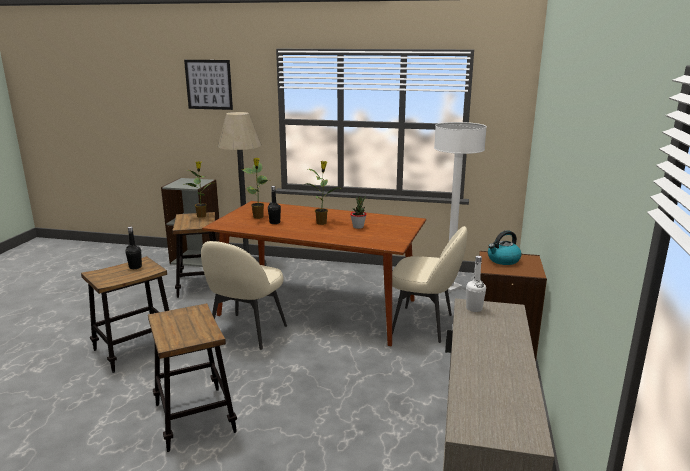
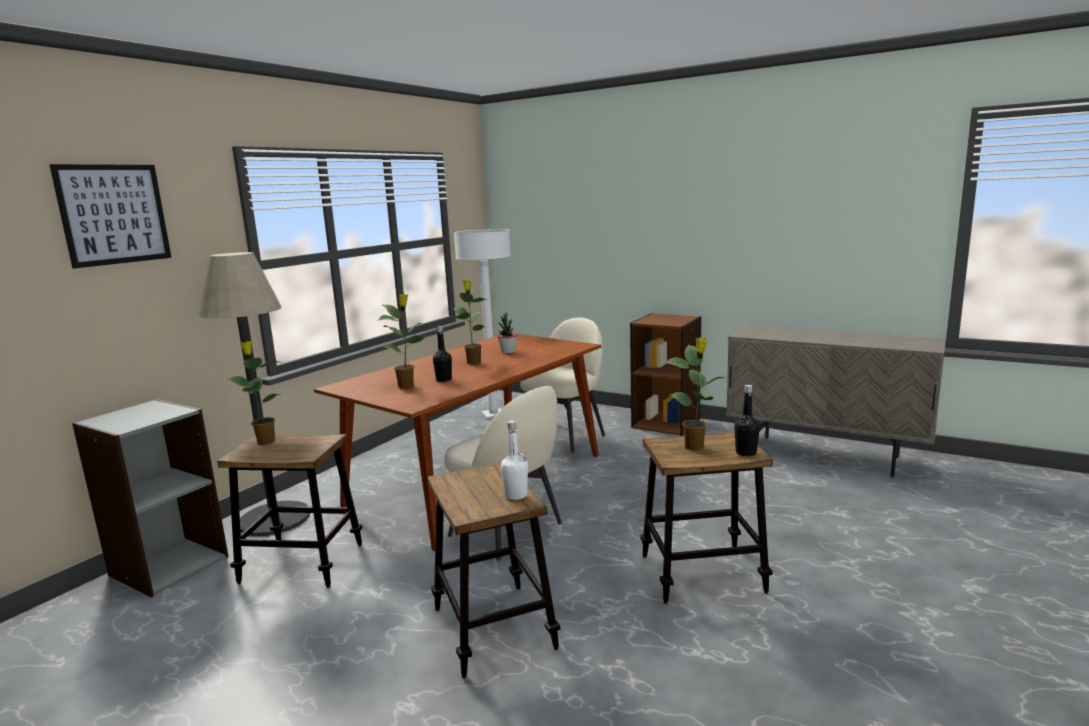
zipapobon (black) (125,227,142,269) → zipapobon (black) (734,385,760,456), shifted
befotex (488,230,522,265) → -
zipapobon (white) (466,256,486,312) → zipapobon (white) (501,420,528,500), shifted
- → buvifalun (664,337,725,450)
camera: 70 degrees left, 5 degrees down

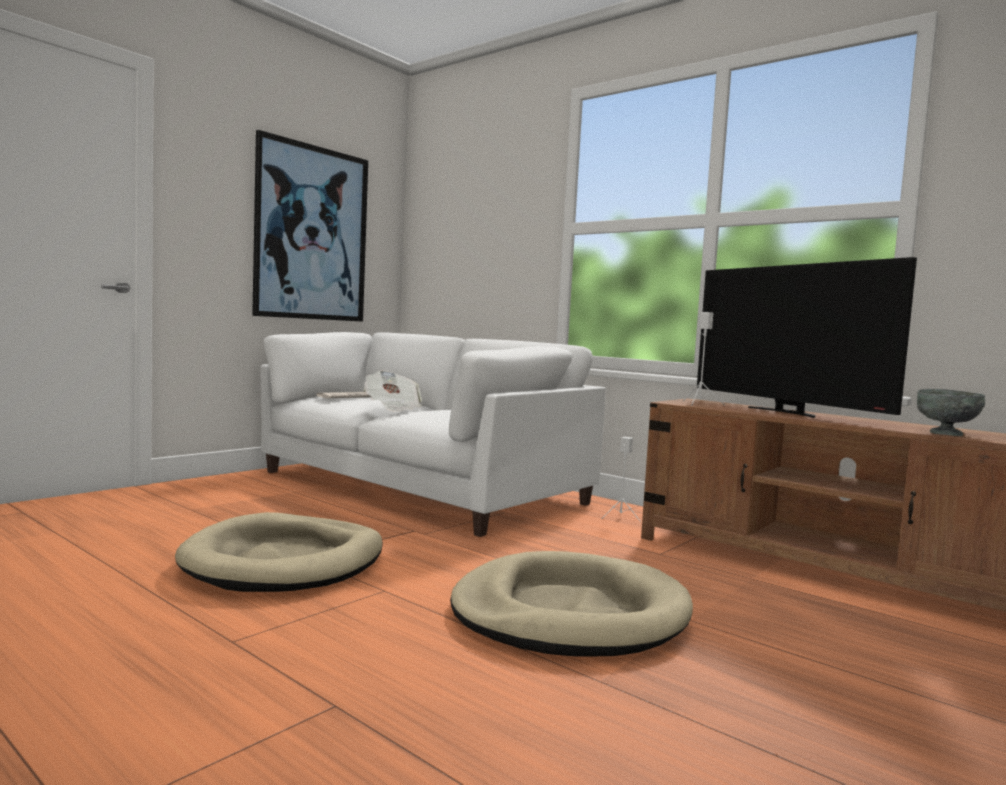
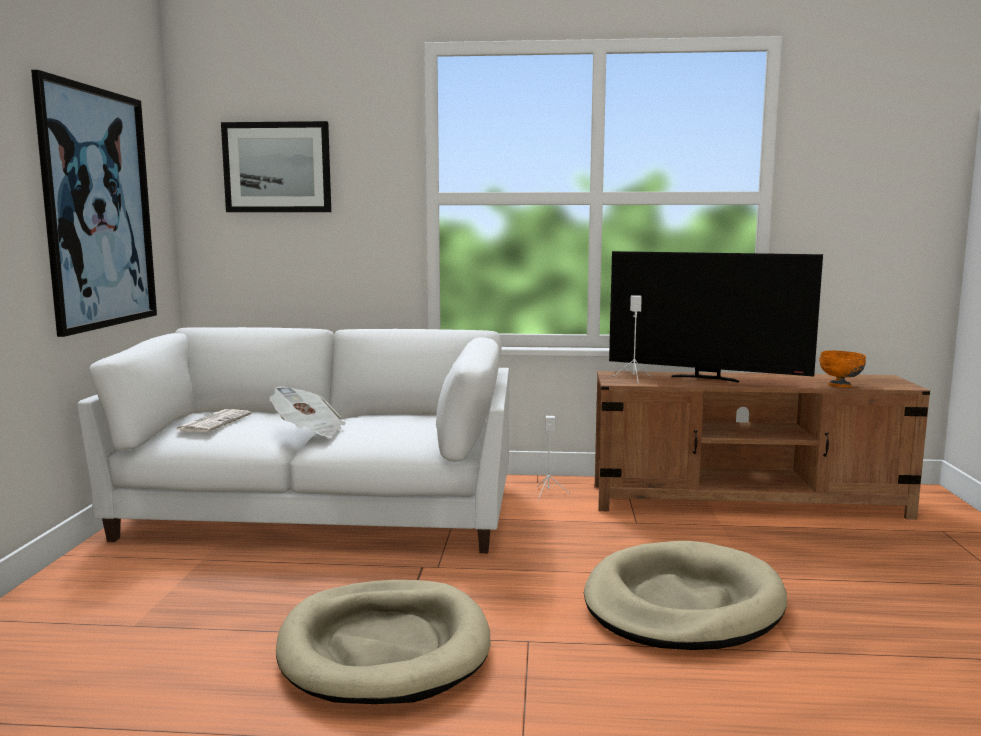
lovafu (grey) (917,389,986,436) → lovafu (orange) (820,350,866,387)
- → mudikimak (221,121,331,212)
camera: 35 degrees left, 5 degrees up

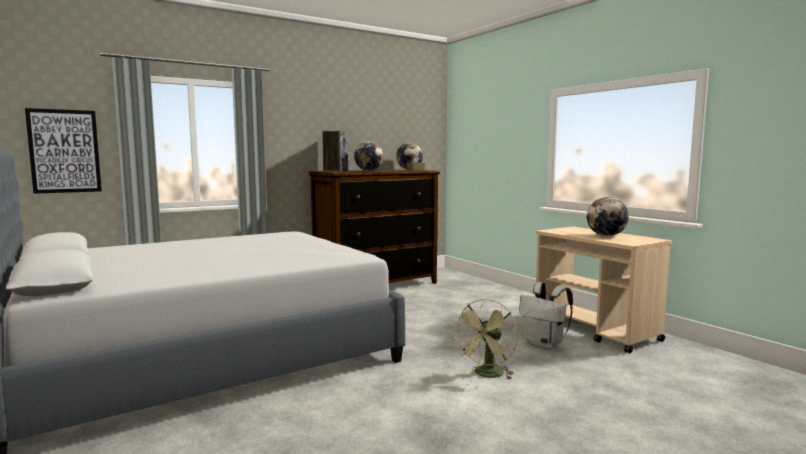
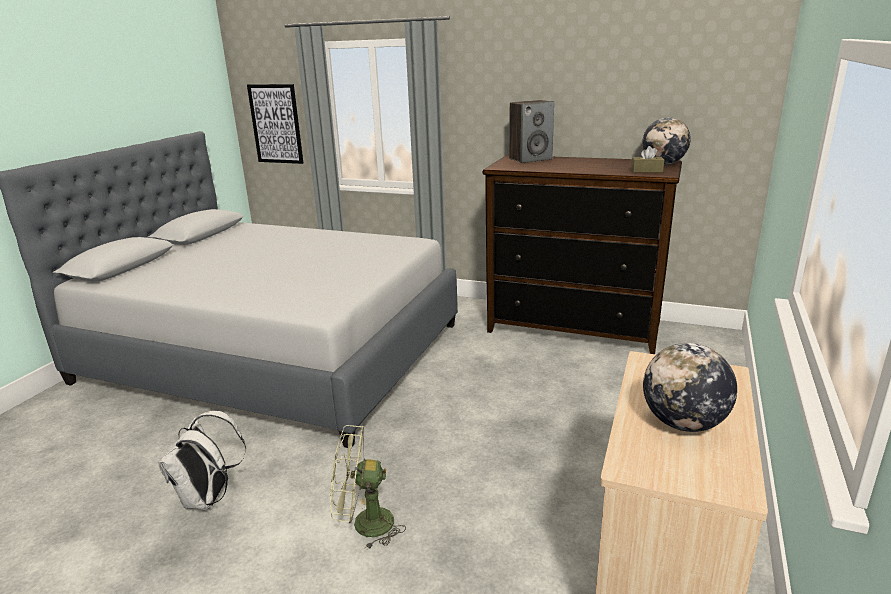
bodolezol (354,141,383,171) → -
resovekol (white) (519,282,573,349) → resovekol (white) (158,411,246,509), shifted
camera: 55 degrees right, 15 degrees up

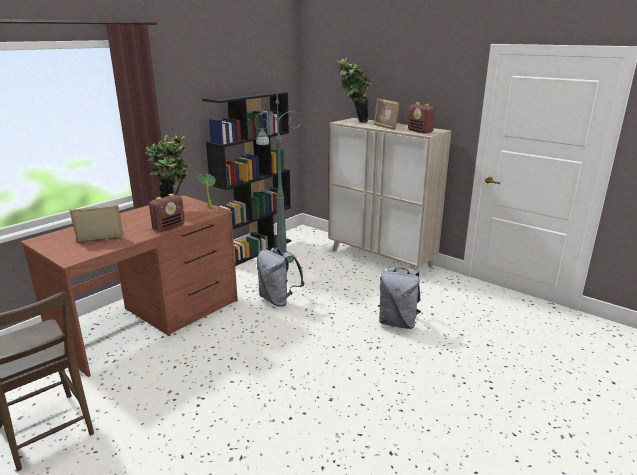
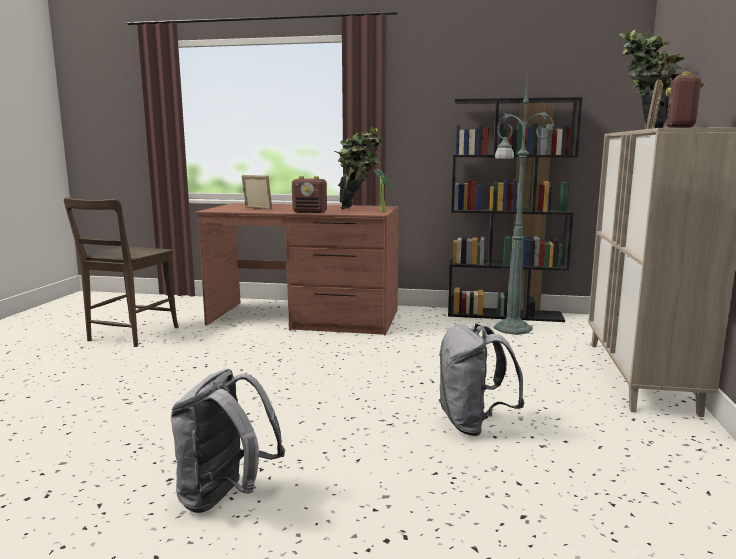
resovekol (grey) (257,248,305,307) → resovekol (grey) (171,369,285,513), shifted
camera: 60 degrees right, 10 degrees down

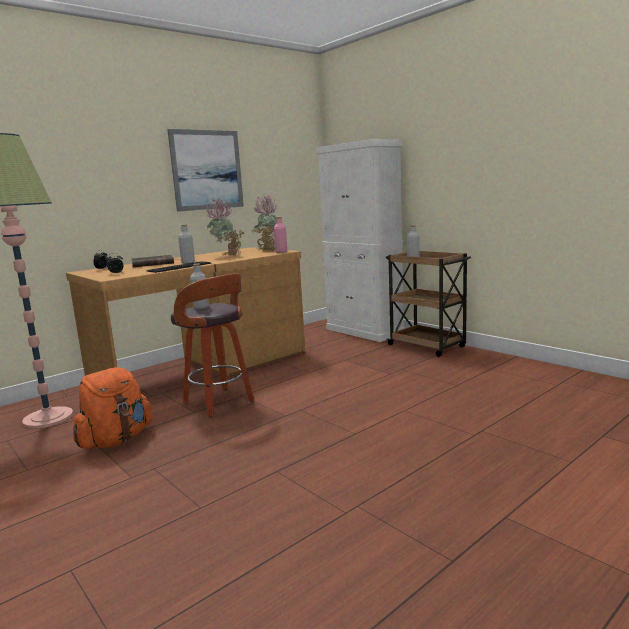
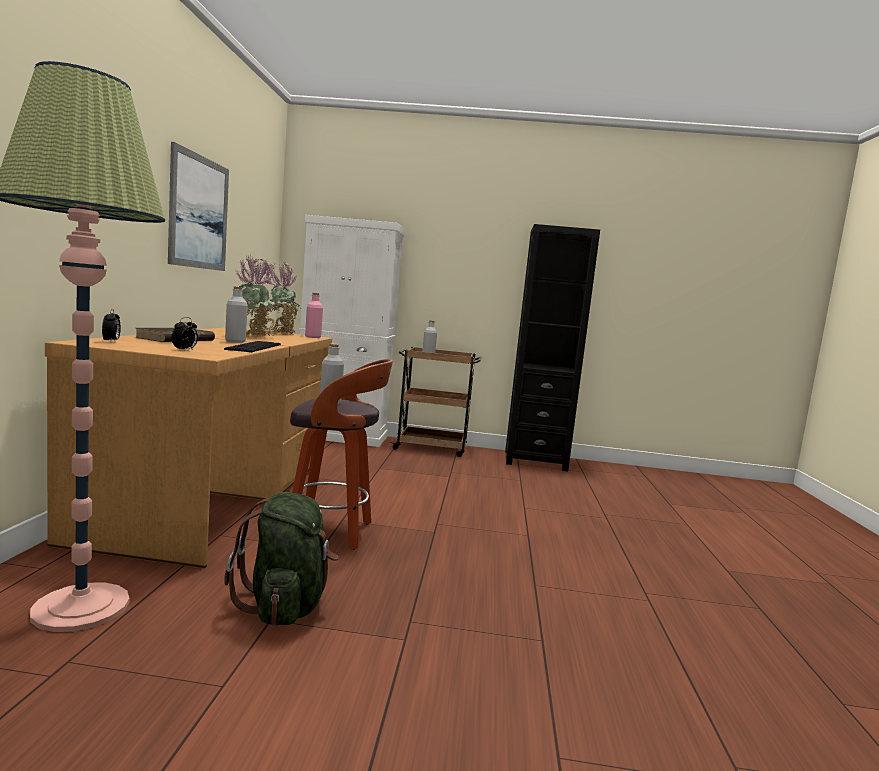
resovekol (orange) (73,367,153,449) → resovekol (green) (224,492,338,626)
- → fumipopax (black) (505,224,600,472)
camera: 45 degrees left, 5 degrees down

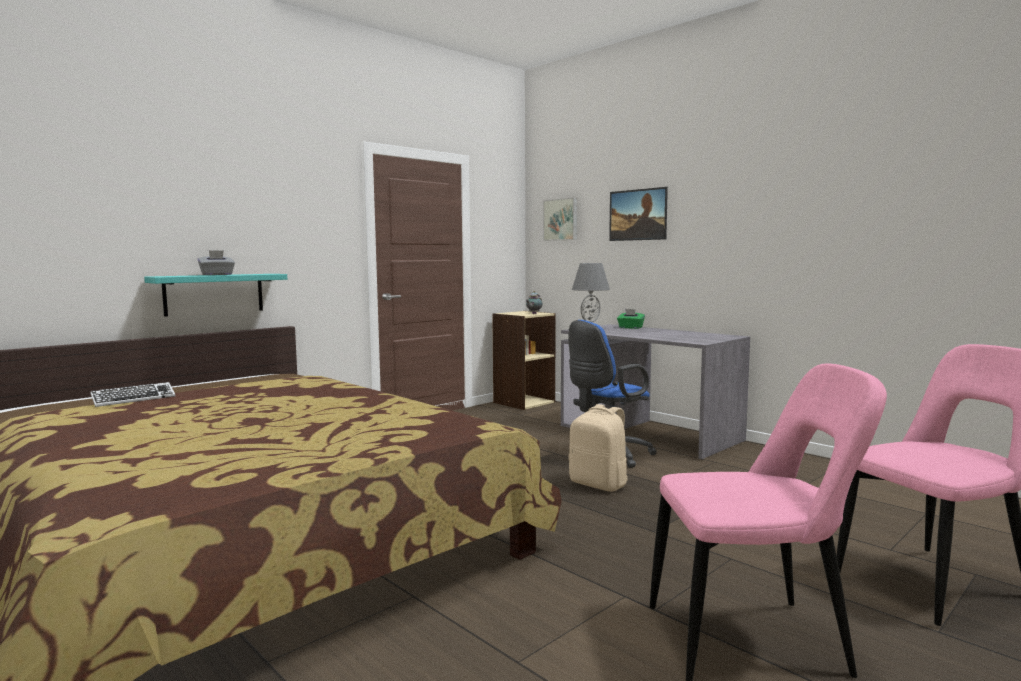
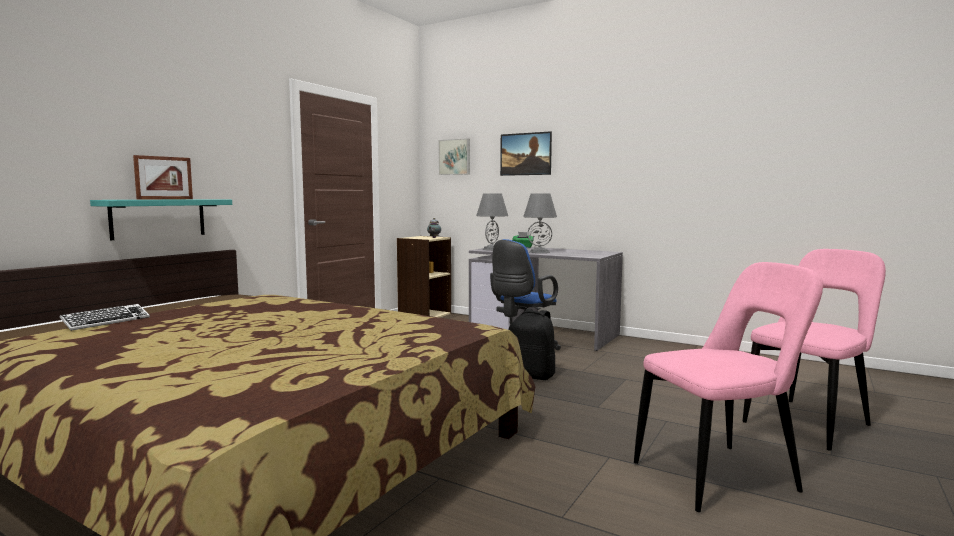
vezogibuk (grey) (198,250,235,275) → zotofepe (133,155,193,200)
resovekol (beige) (568,404,628,492) → resovekol (black) (509,309,555,380)
- → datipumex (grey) (523,193,557,253)
camera: 15 degrees left, 0 degrees up

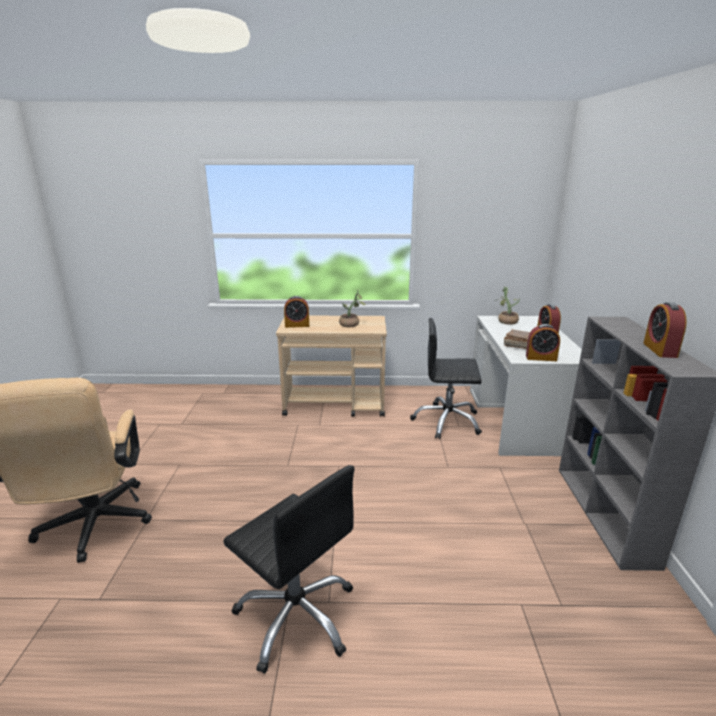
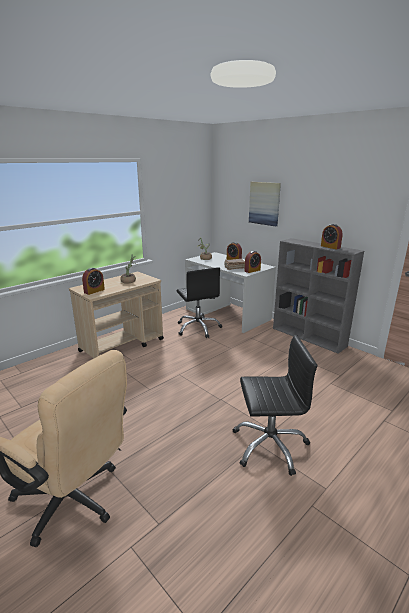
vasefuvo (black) (410,318,482,439) → vasefuvo (black) (177,267,222,338), 75 degrees counterclockwise
- → mudikimak (249,182,281,226)
camera: 45 degrees left, 0 degrees up

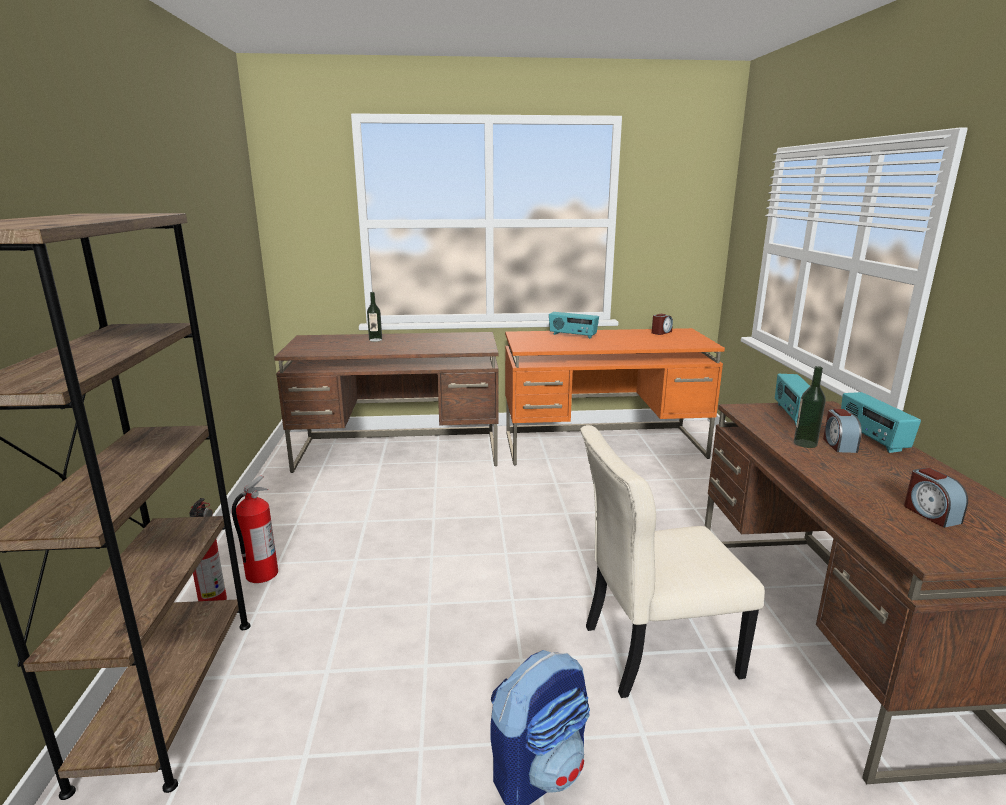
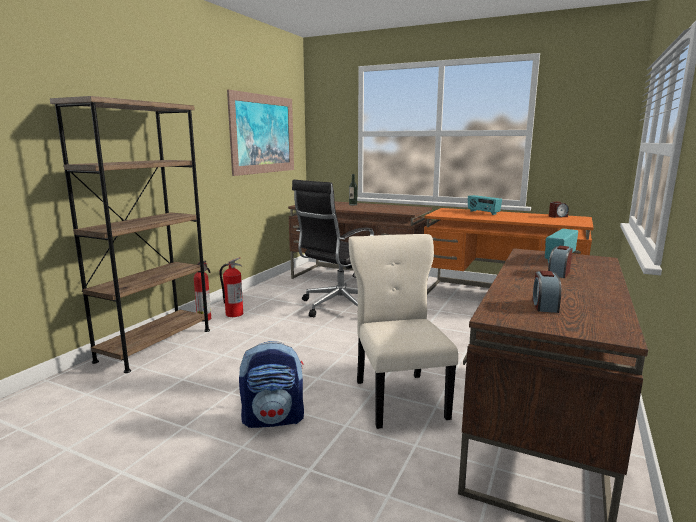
zipapobon (794,366,826,448) → -
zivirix (841,392,921,453) → -
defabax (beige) (580,425,765,698) → defabax (beige) (349,234,458,429), 60 degrees clockwise
- → mudikimak (227,90,294,176)
- → vasefuvo (black) (292,180,374,317)
camera: 30 degrees right, 5 degrees down

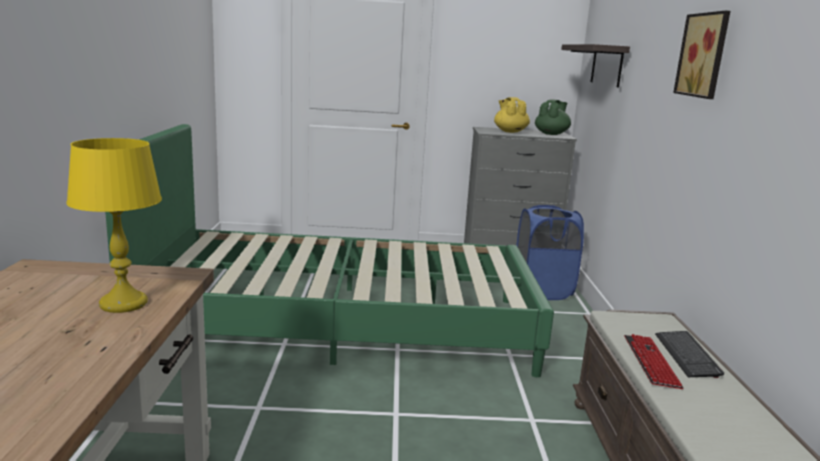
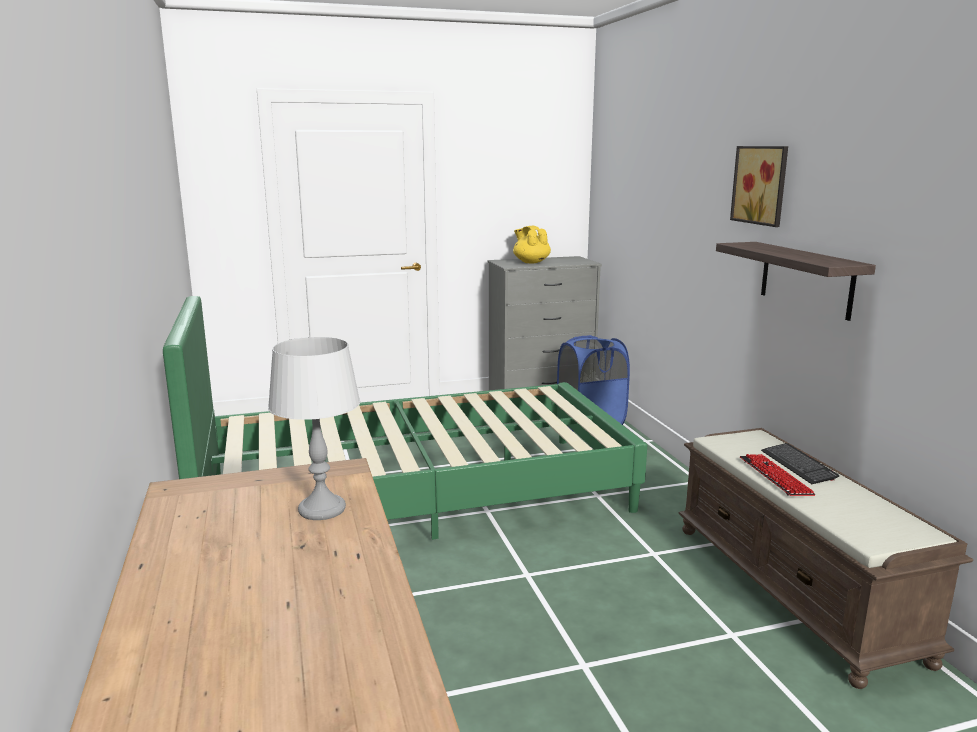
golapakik (561,44,630,87) → golapakik (716,242,876,321), shifted
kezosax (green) (535,100,571,135) → -
datipumex (yellow) (66,138,162,313) → datipumex (grey) (268,337,361,520)
camera: 15 degrees left, 0 degrees up

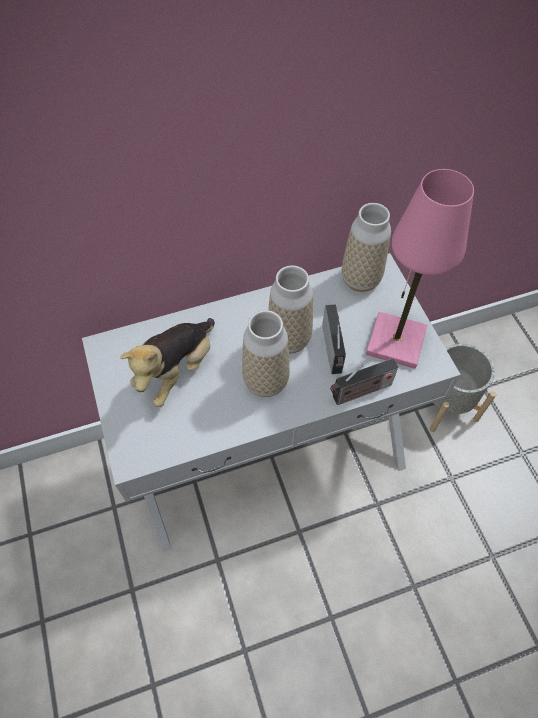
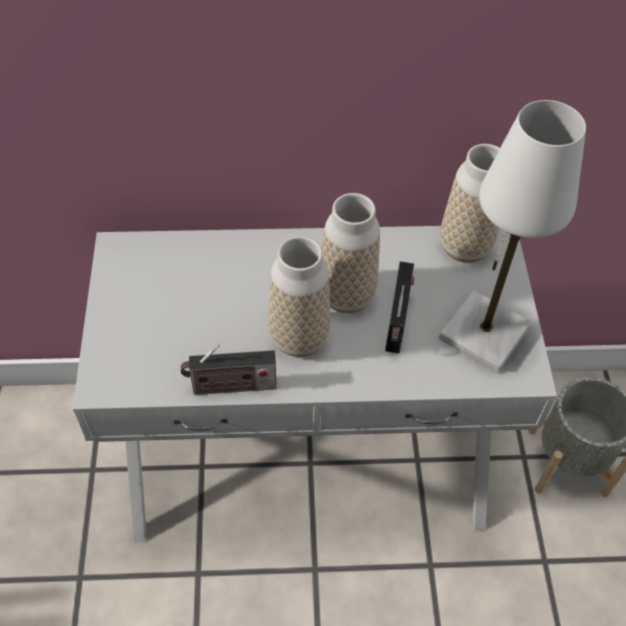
datipumex (pink) (366,169,474,369) → datipumex (white) (439,100,586,373)
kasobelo (120,318,215,407) → -
zivirix (330,358,398,405) → zivirix (181,344,276,395), shifted
camera: 15 degrees right, 5 degrees down

